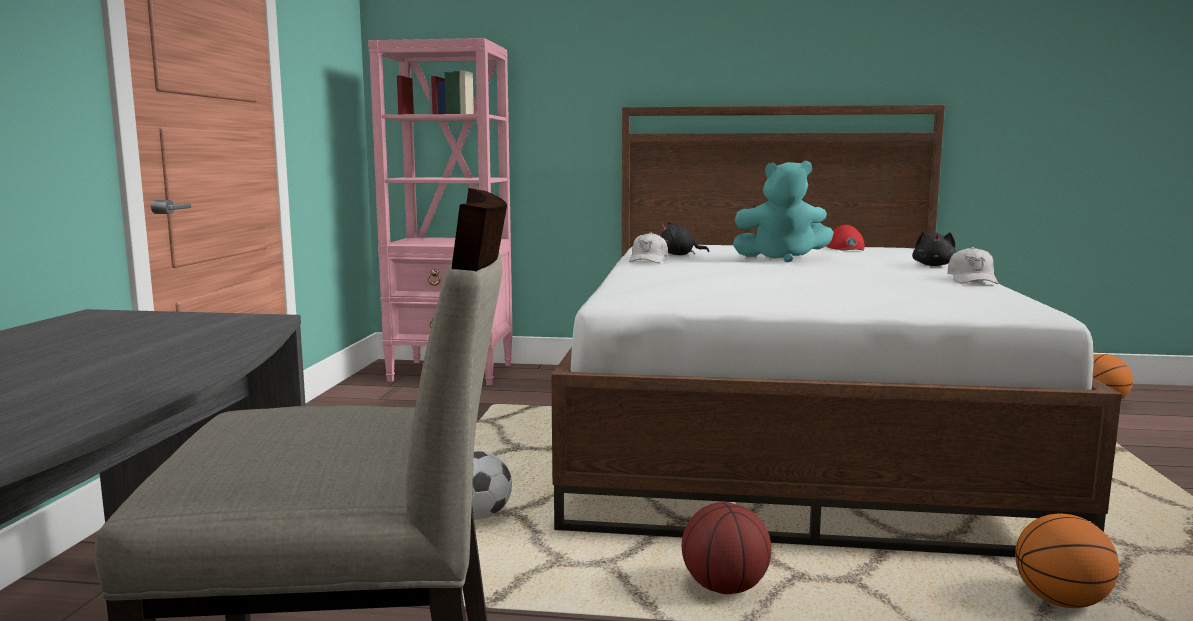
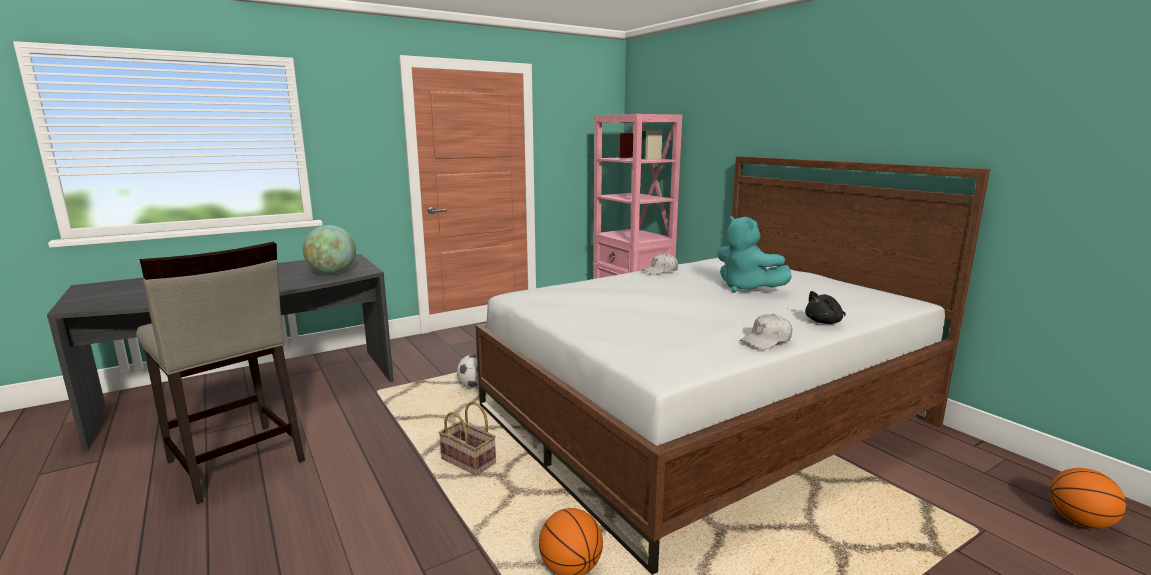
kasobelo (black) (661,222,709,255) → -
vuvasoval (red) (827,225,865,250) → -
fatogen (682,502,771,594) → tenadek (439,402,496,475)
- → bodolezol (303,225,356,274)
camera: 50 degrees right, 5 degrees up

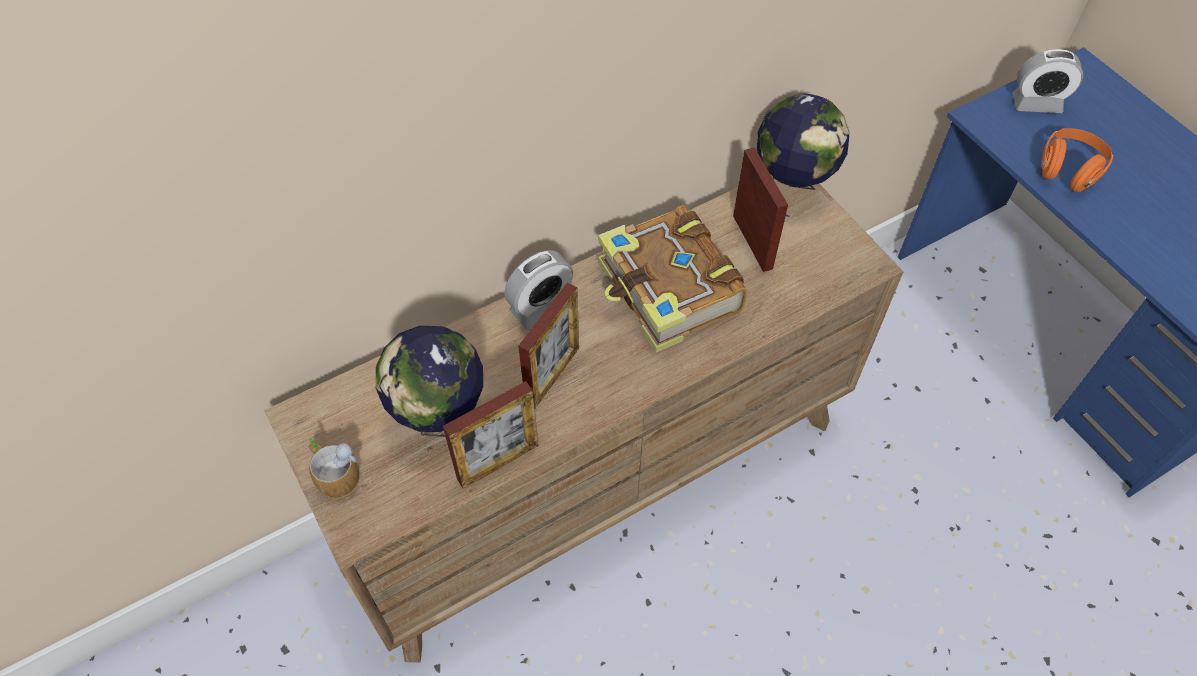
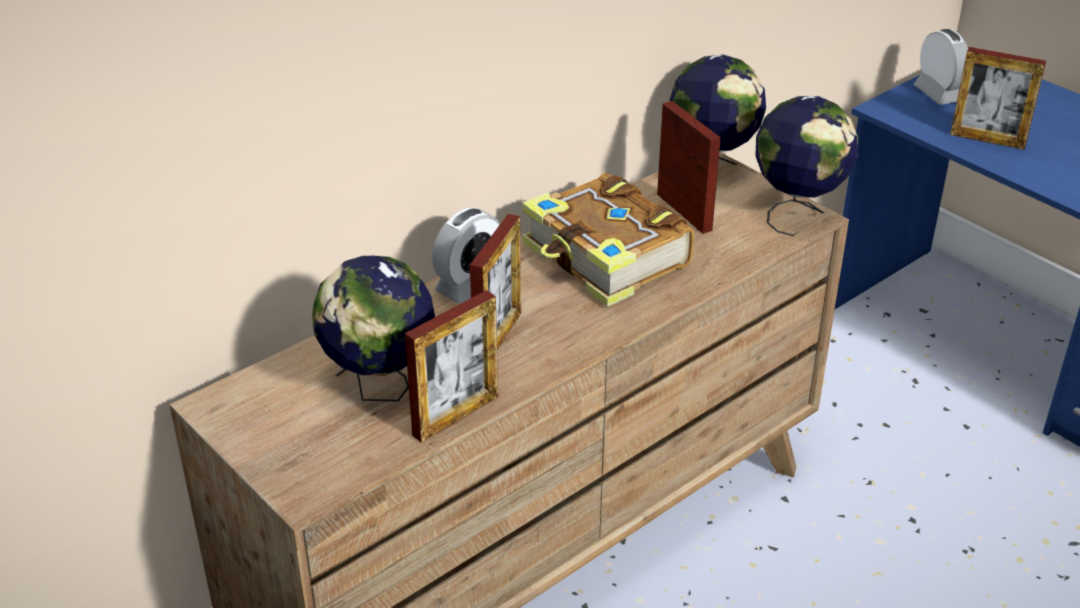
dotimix (1013,49,1083,113) → dotimix (913,29,968,105), 105 degrees counterclockwise
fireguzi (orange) (1041,128,1113,192) → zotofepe (950,47,1046,150)
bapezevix (309,439,359,499) → -
- → bodolezol (755,96,858,236)
camera: 10 degrees left, 20 degrees down

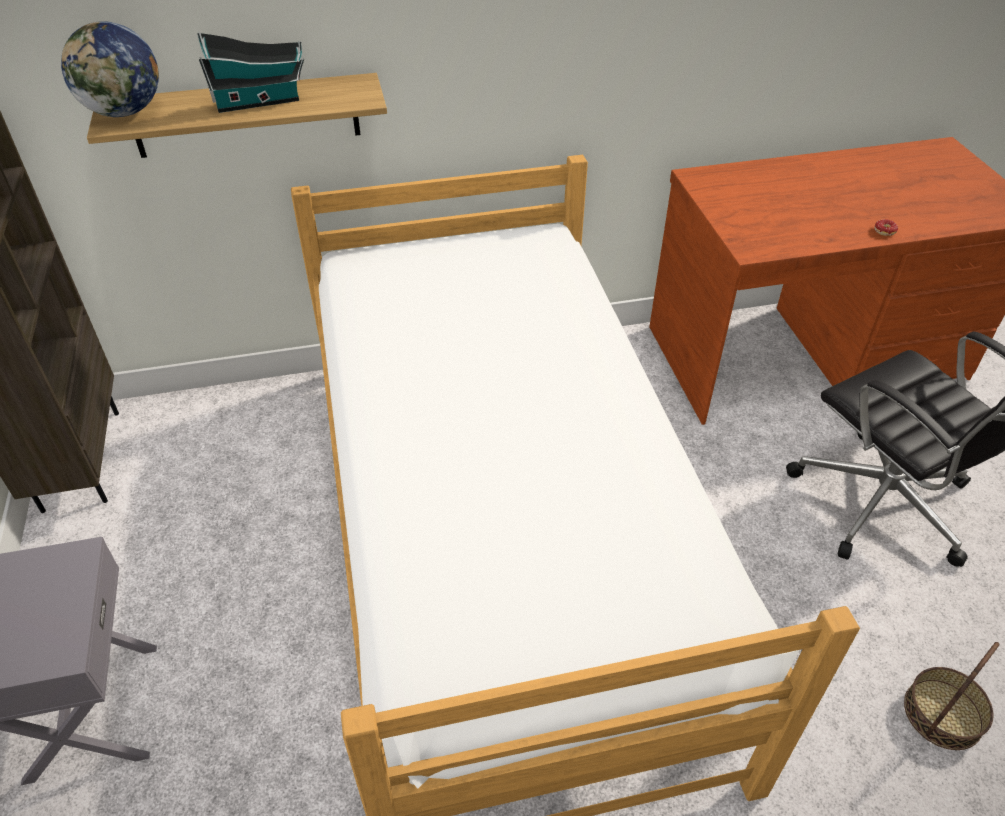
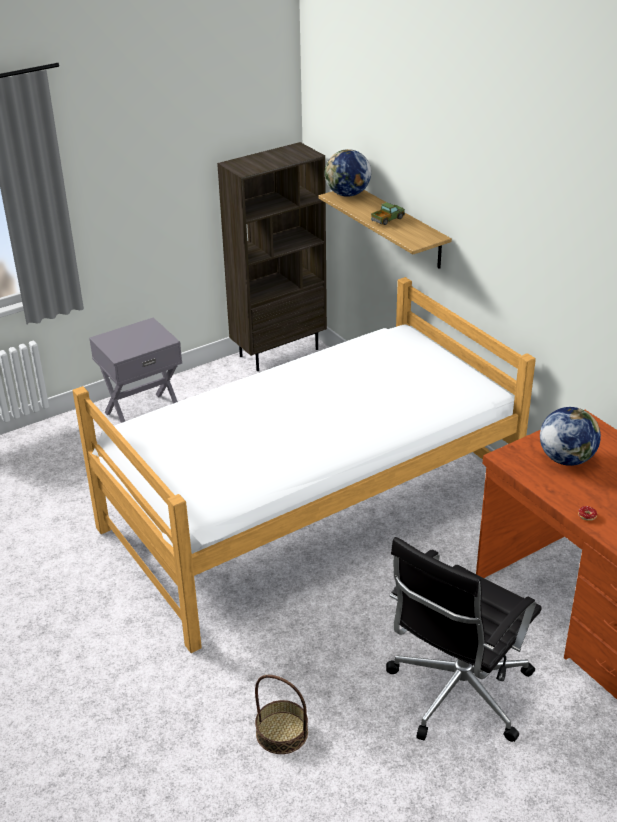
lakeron (197,32,304,113) → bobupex (371,202,405,225)
- → bodolezol (540,407,601,466)
camera: 70 degrees right, 10 degrees down

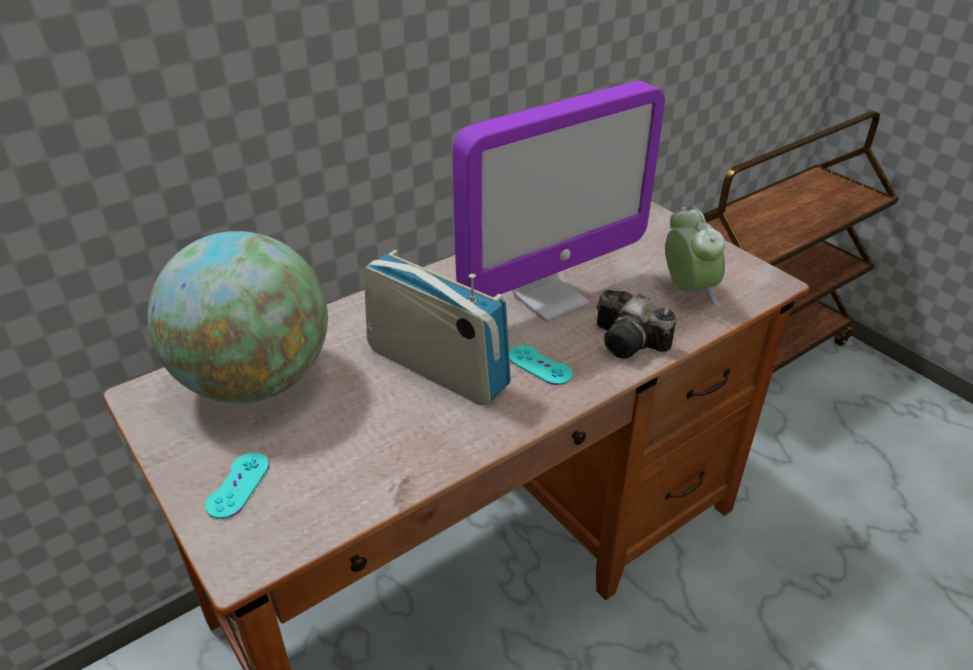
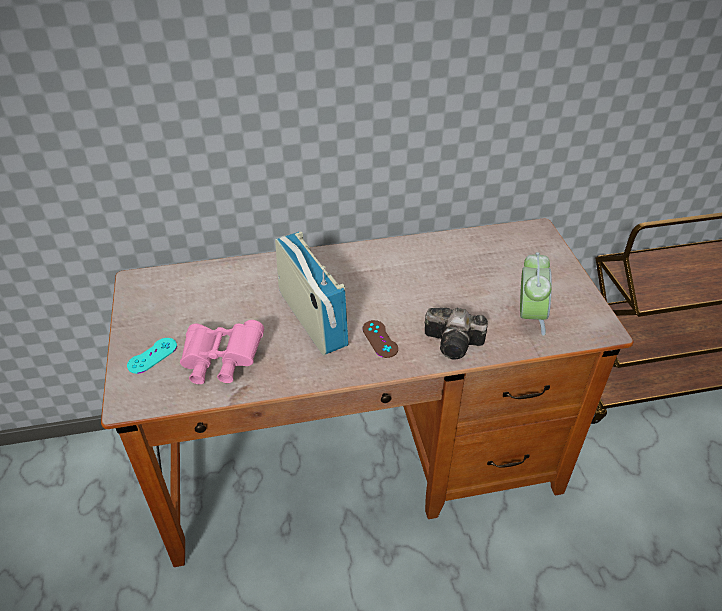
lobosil (453,81,665,322) → -
bodolezol (148,231,328,403) → -
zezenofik (597,290,676,358) → zezenofik (425,308,488,360), 45 degrees counterclockwise
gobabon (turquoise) (509,345,573,385) → gobabon (brown) (362,320,398,358)
- → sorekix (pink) (180,320,264,384)
camera: 25 degrees right, 5 degrees up

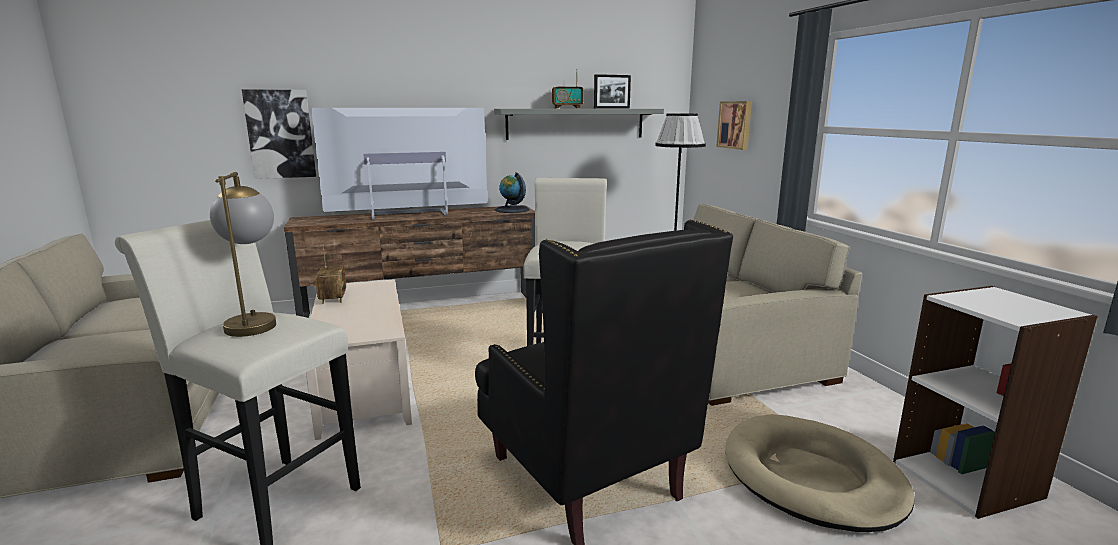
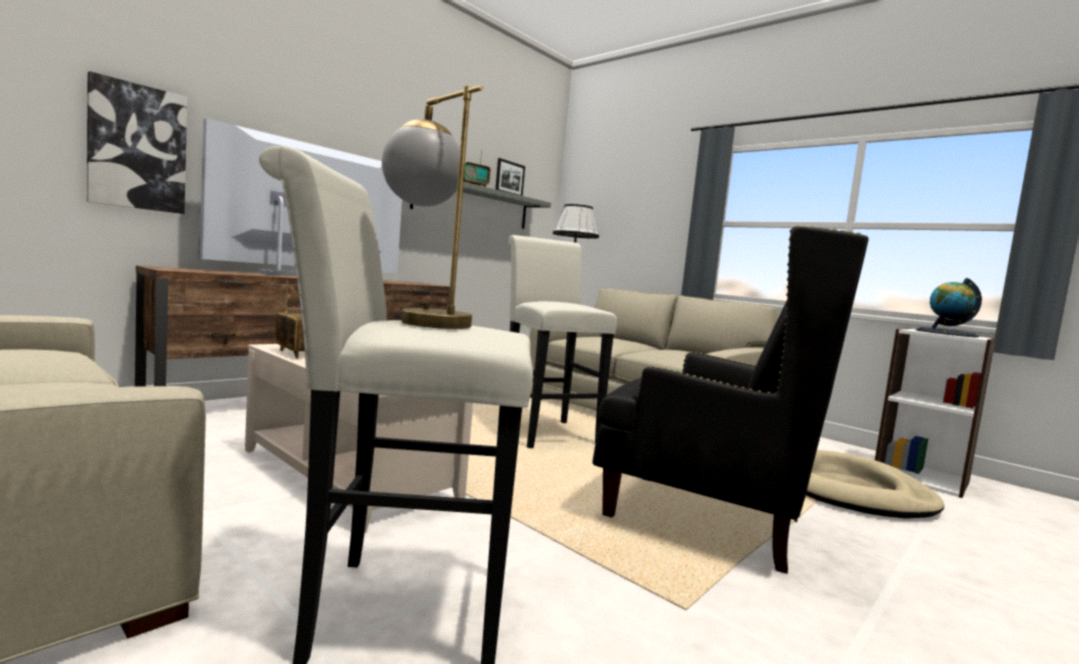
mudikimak (716,101,752,150) → -
bodolezol (495,172,530,213) → bodolezol (916,278,982,338), shifted
camera: 30 degrees left, 10 degrees down

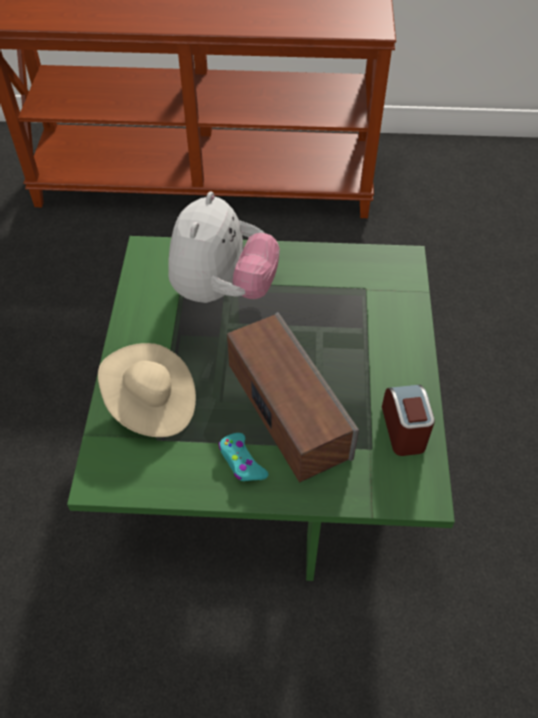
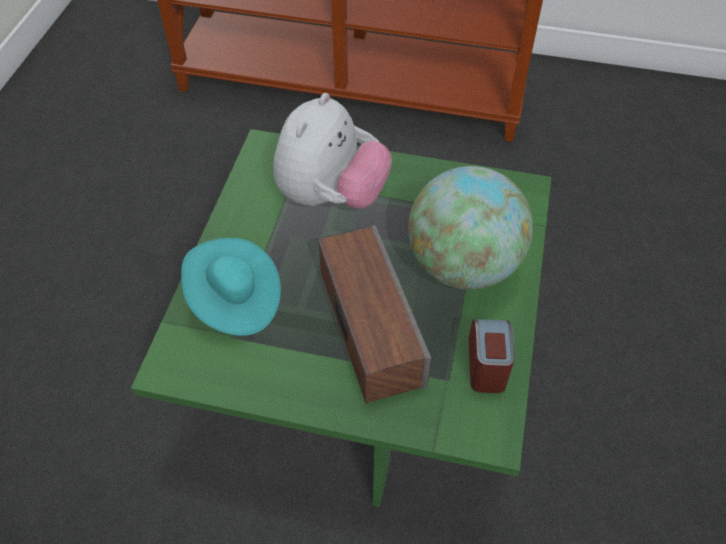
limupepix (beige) (98,343,196,437) → limupepix (turquoise) (181,238,281,336)
gobabon (turquoise) (219,433,268,481) → -
- → bodolezol (408,166,533,289)
camera: 10 degrees right, 0 degrees up

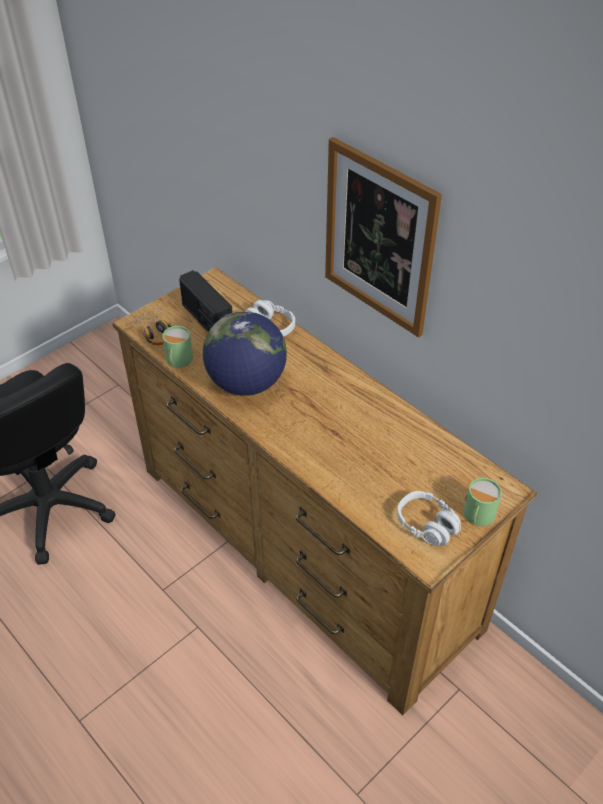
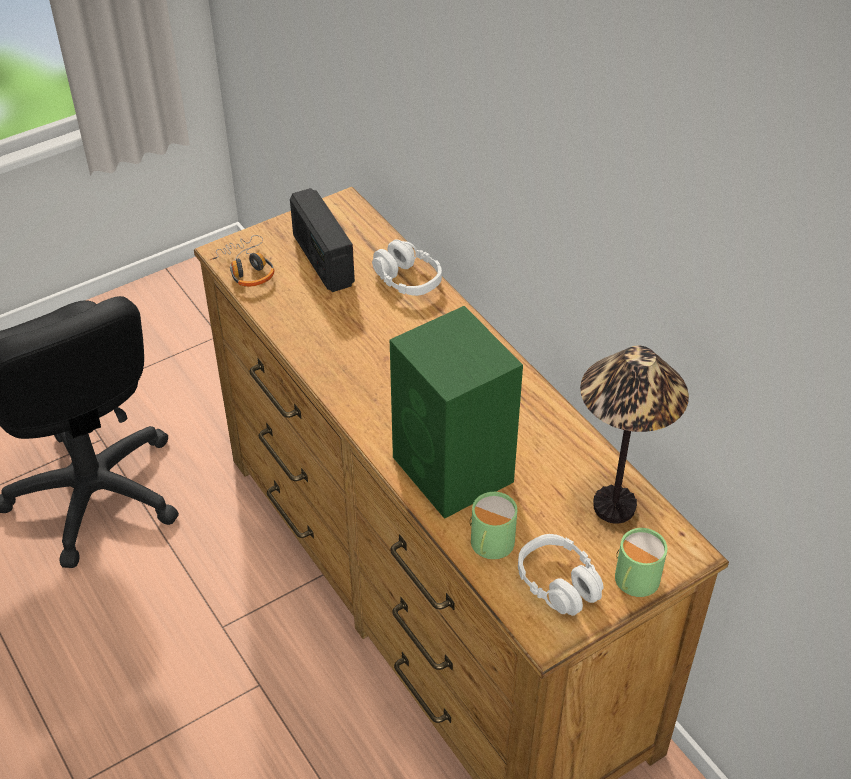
mudikimak (325,137,442,338) → -
bodolezol (203,311,287,396) → -
bapezevix (green) (162,326,193,368) → bapezevix (green) (470,492,517,560), shifted
- → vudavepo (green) (390,306,523,519)
- → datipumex (580,346,689,524)
camera: 10 degrees right, 0 degrees up

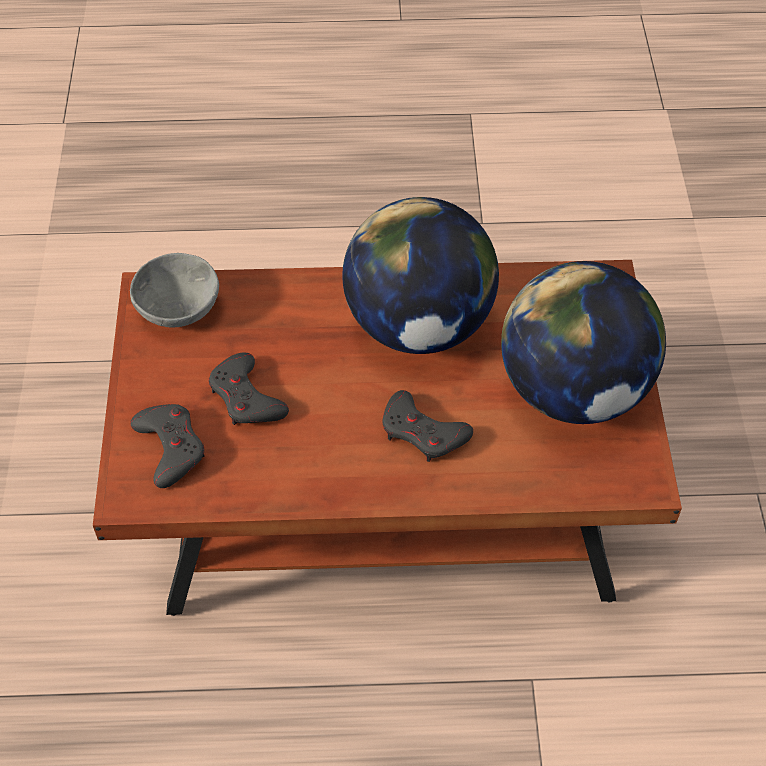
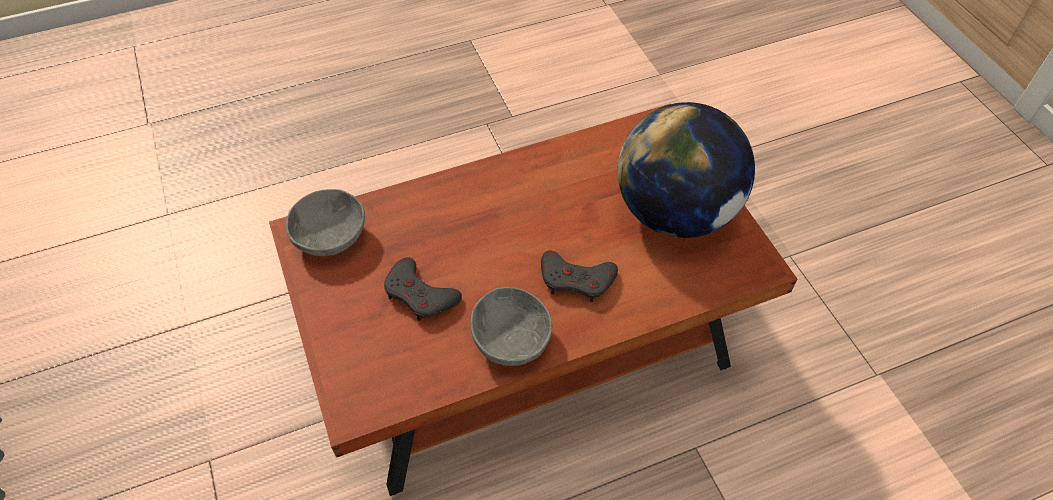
bodolezol (342,197,499,354) → -
gobabon (grey) (130,404,205,488) → -
- → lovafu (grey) (471,287,552,366)
camera: 20 degrees left, 0 degrees up

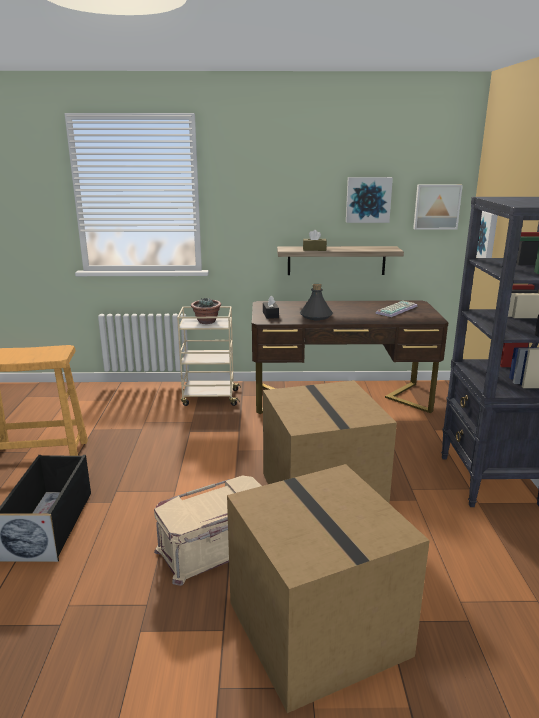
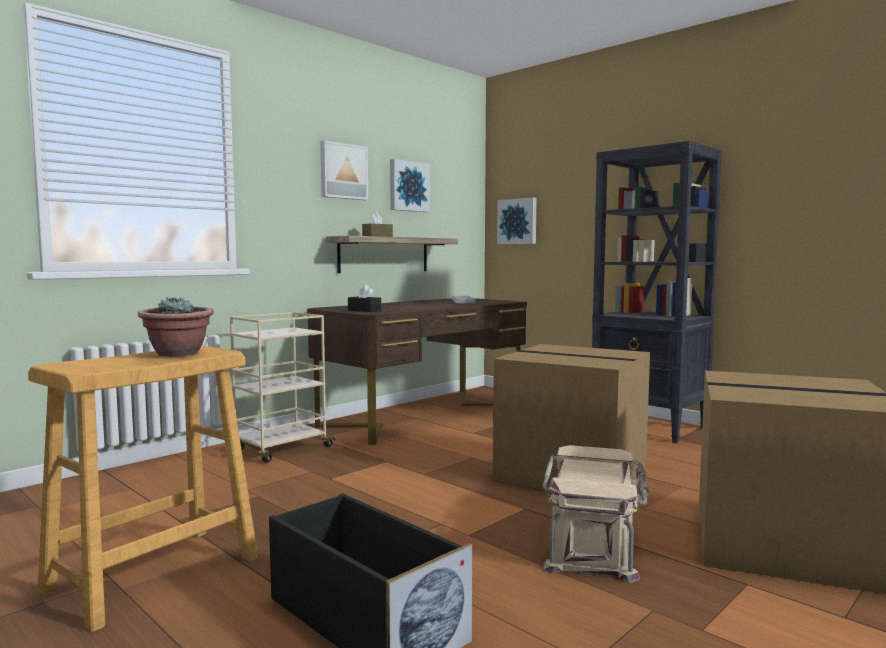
mudikimak (413,185,463,230) → mudikimak (320,140,368,200), shifted
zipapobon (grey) (300,284,333,320) → -
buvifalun (191,298,221,324) → buvifalun (138,297,214,357), shifted
camera: 45 degrees left, 15 degrees down

